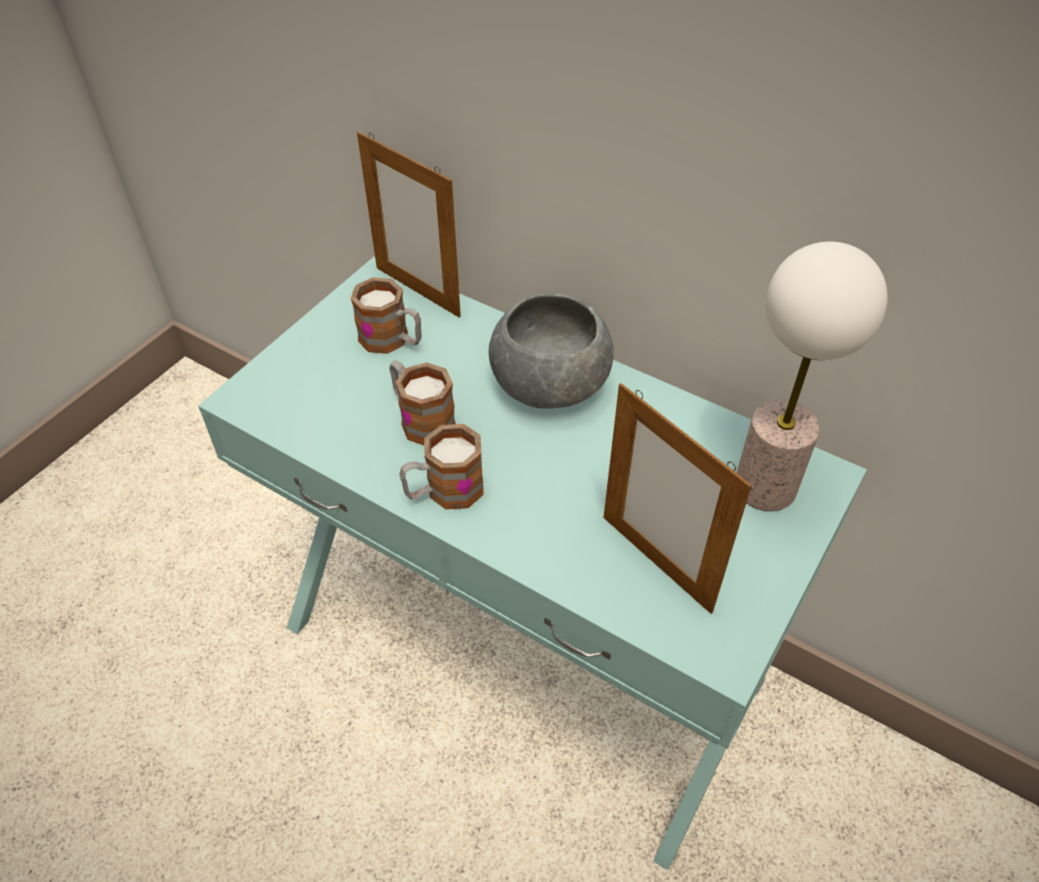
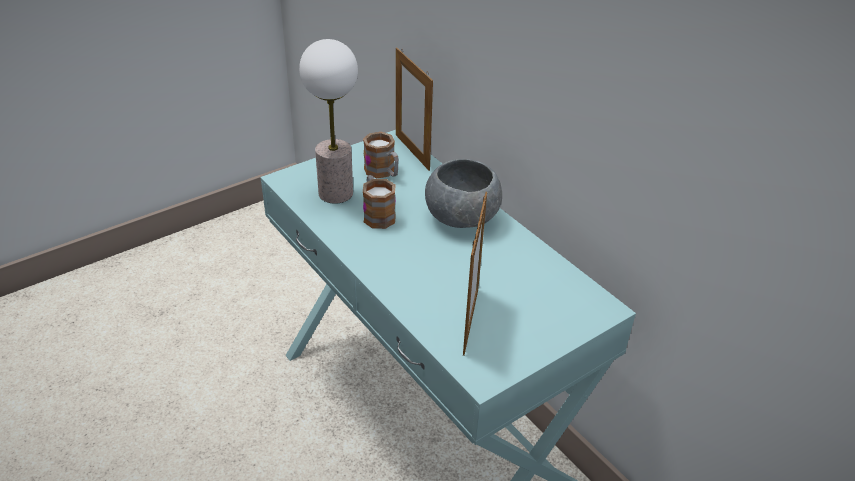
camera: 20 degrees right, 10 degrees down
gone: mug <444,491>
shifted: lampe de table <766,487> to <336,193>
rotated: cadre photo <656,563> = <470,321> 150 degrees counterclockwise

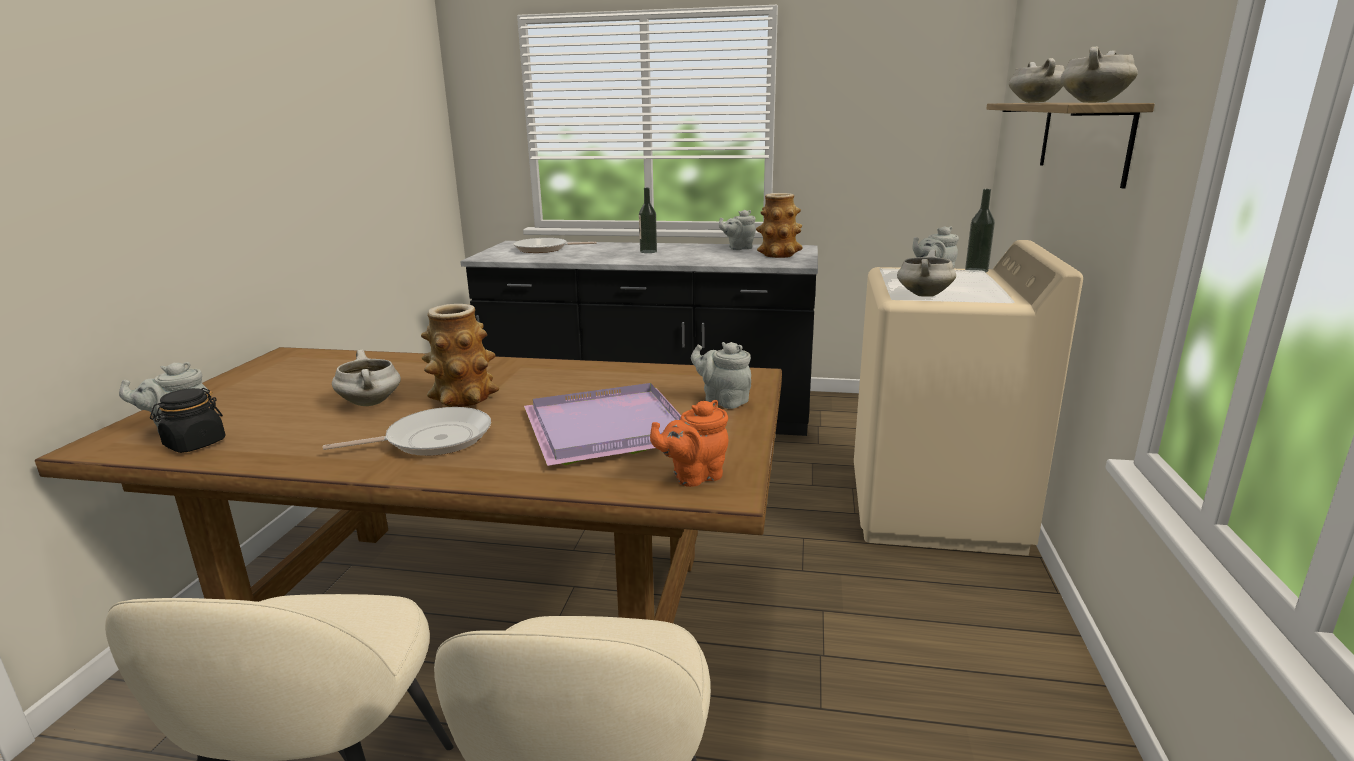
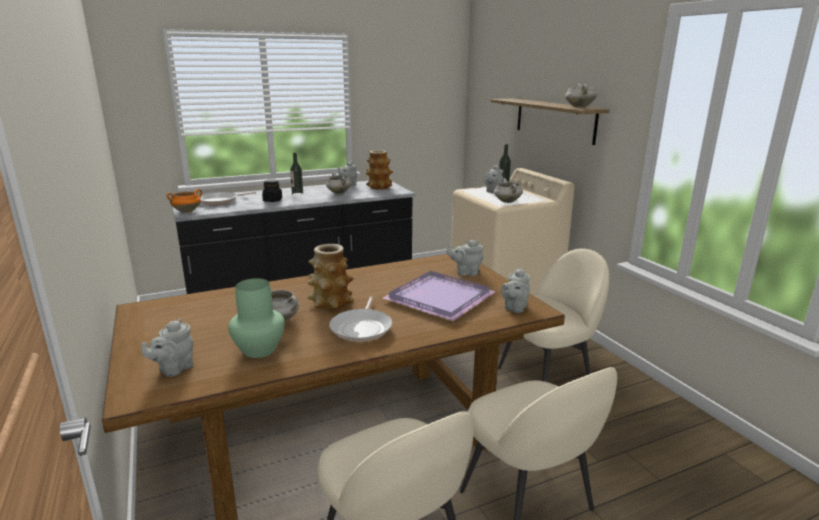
camera: 35 degrees left, 0 degrees up
new: marmite [orange] <187,211>; vase [vert] <258,350>; chaise [beige] <546,379>
shifted: bocal [noir] <195,444> to <272,200>; marmite [blanc] <1033,102> to <338,193>
repainted: théière [orange] <693,476> to théière [gris] <514,308>
rotated: poêle <433,439> = <362,328> 150 degrees clockwise

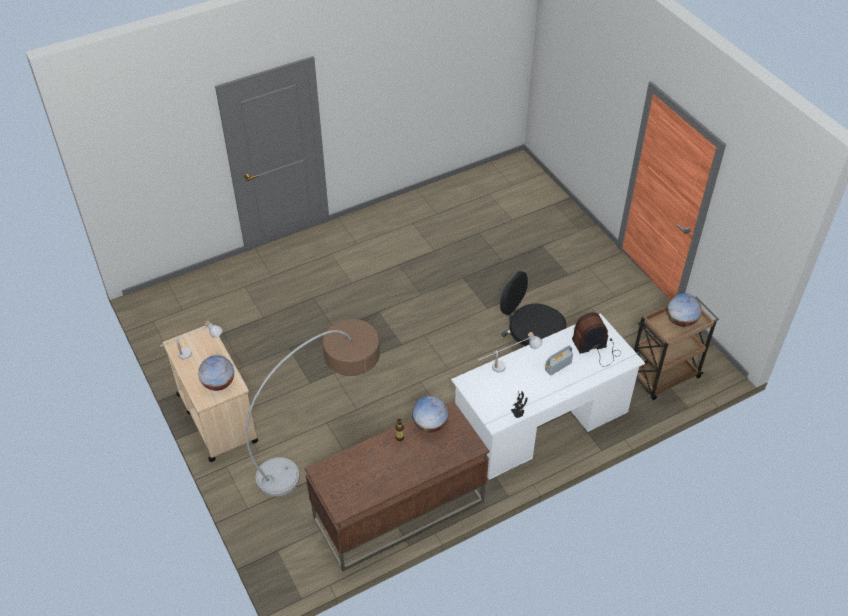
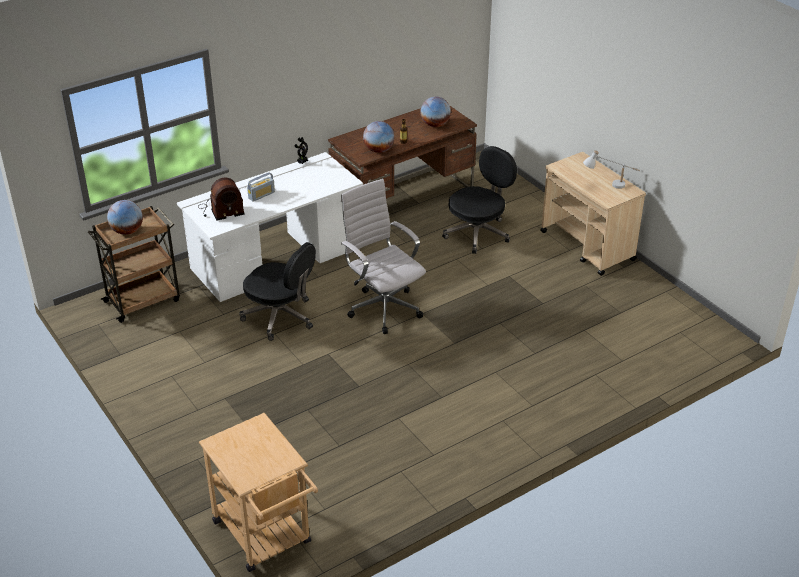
camera: 175 degrees right, 10 degrees down
gone: lampe de table [blanc] <508,365>
new: chariot [beige] <266,537>; chaise de bureau [blanc] <383,307>
shifted: globe <219,384> to <435,125>
swapped: lampadaire <325,445> to chaise de bureau [noir] <478,233>

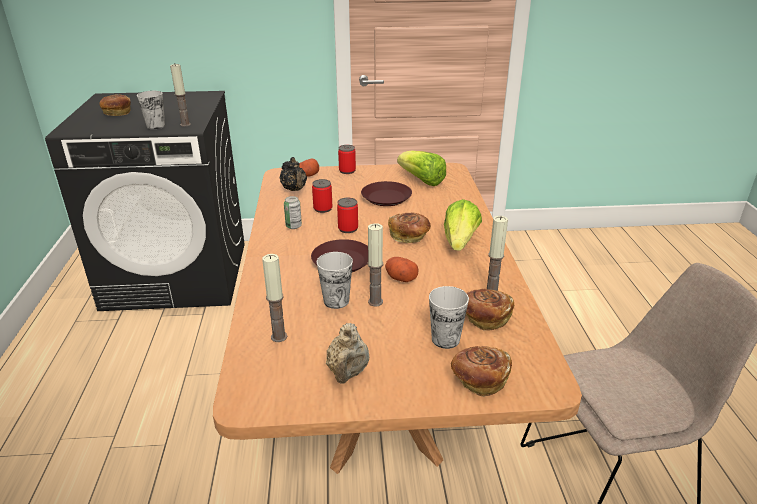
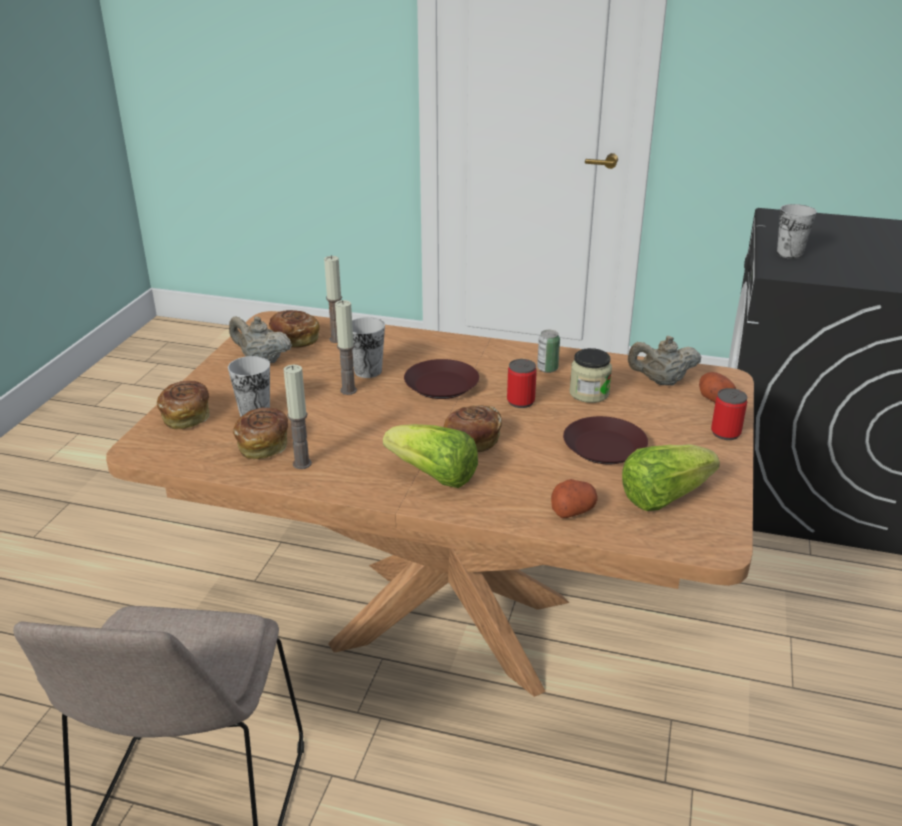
camera: 110 degrees right, 0 degrees up
gone: bougie <185,124>
shifted: pain <117,113> to <295,339>; pomme de terre <400,277> to <572,510>
swapped: boîte métallique <323,209> to bocal <589,393>
repainted: théière [noir] <294,189> to théière [beige] <661,382>

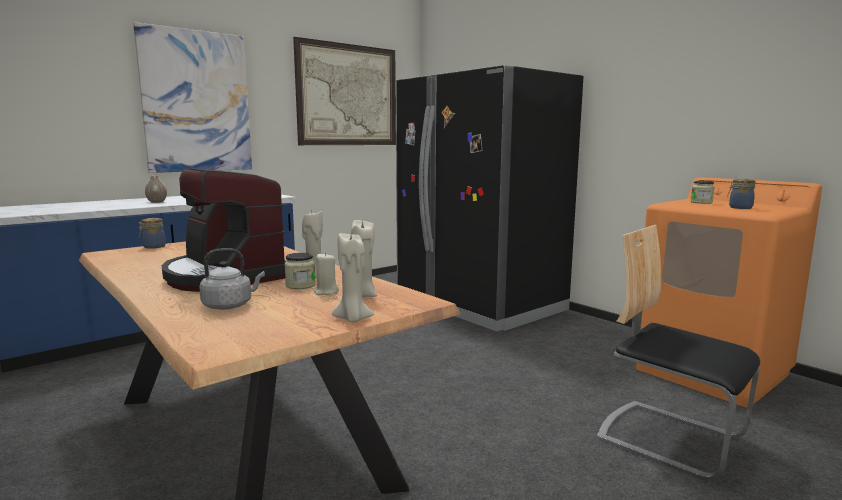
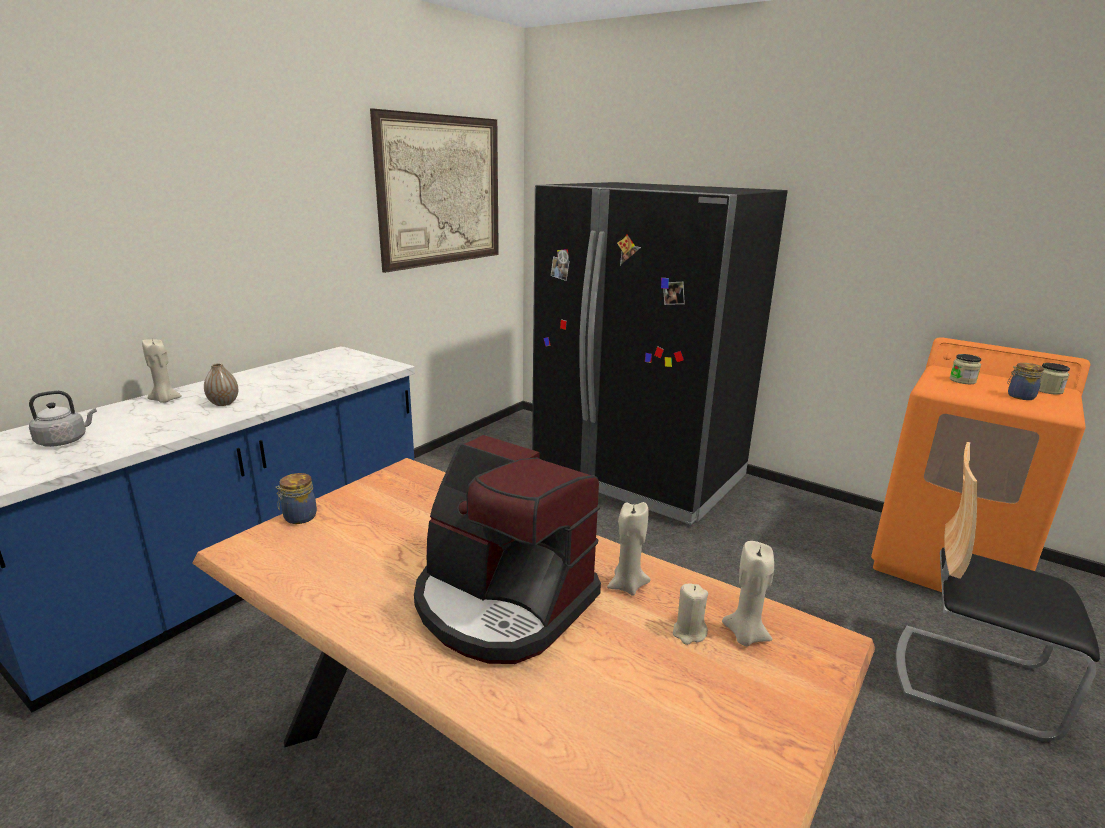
camera: 15 degrees left, 10 degrees up
gone: tableau <196,102>
shifted: bouilloire [gris] <230,305> to <65,441>; bougie [beige] <353,319> to <165,400>; bocal <300,285> to <1048,390>

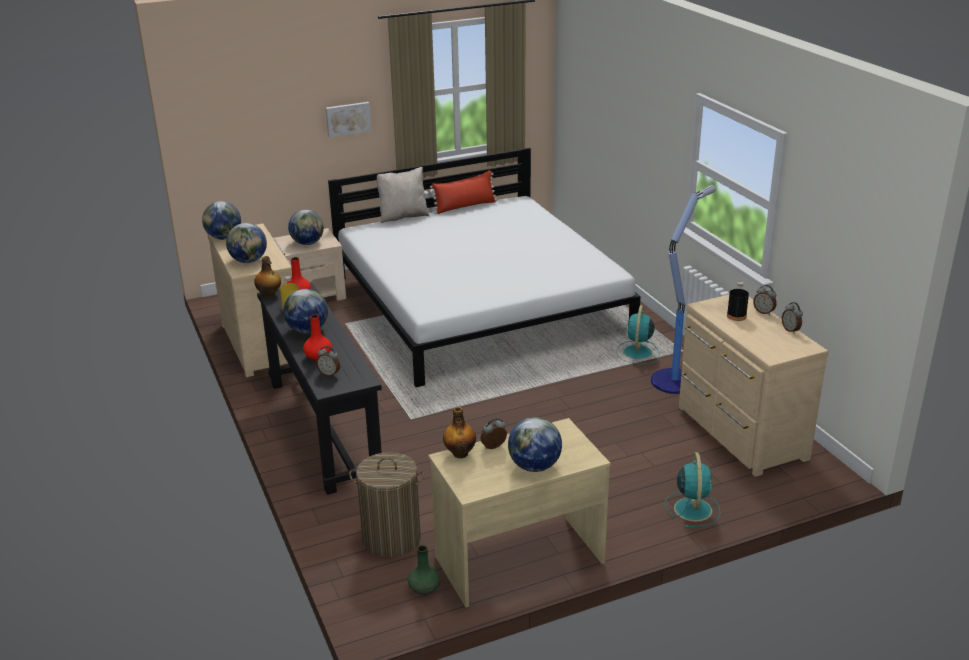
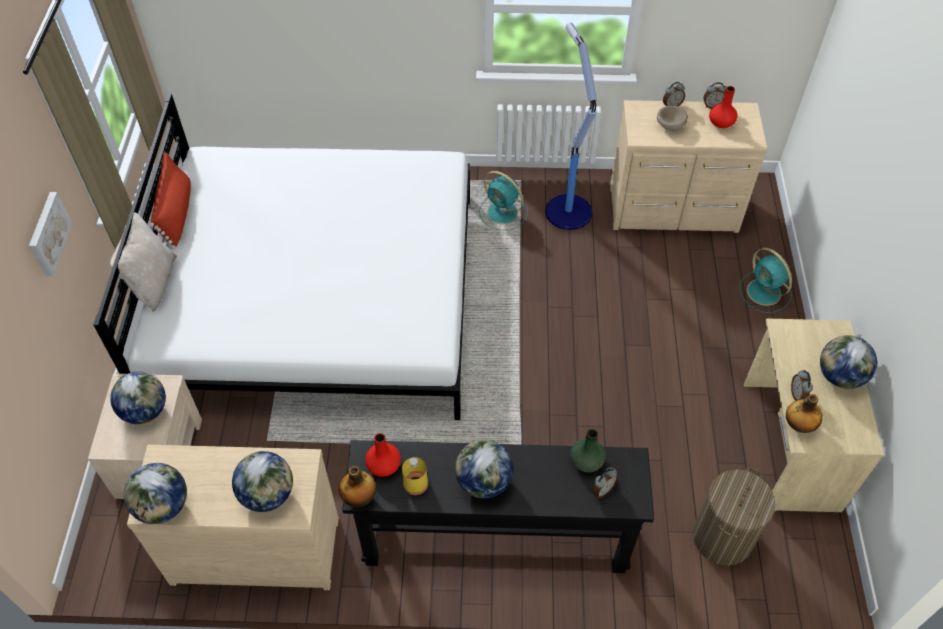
camera: 65 degrees left, 25 degrees up
shifted: vase [vert] <424,589> to <587,461>; vase [rouge] <318,357> to <721,123>
swapped: bouteille [noir] <736,316> to bol [beige] <669,126>
rotated: ventilateur [turquoise] <692,508> = <765,293> 150 degrees counterclockwise

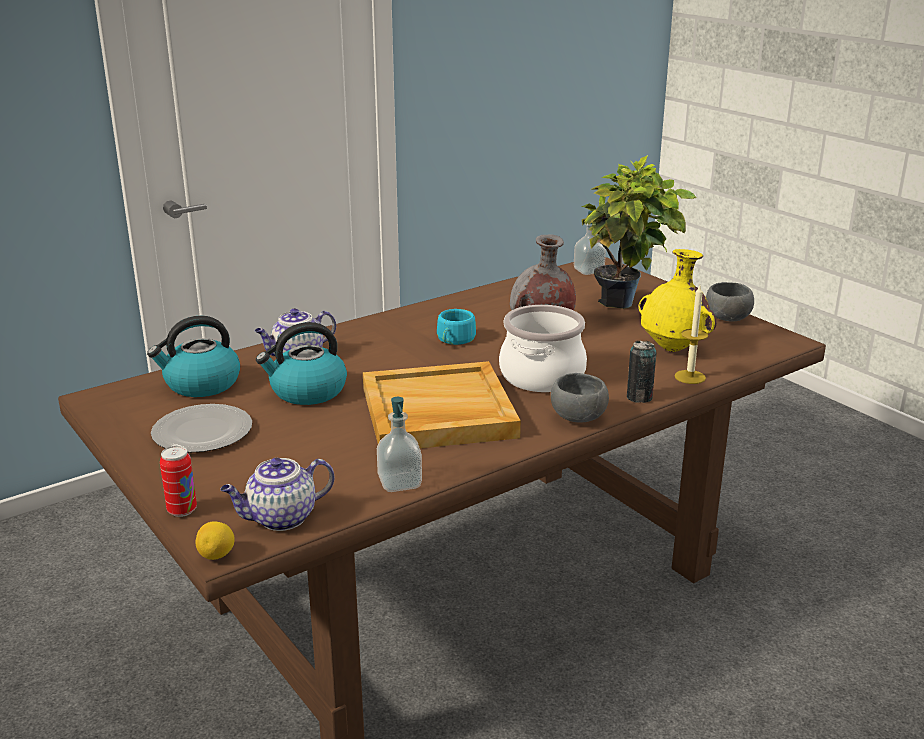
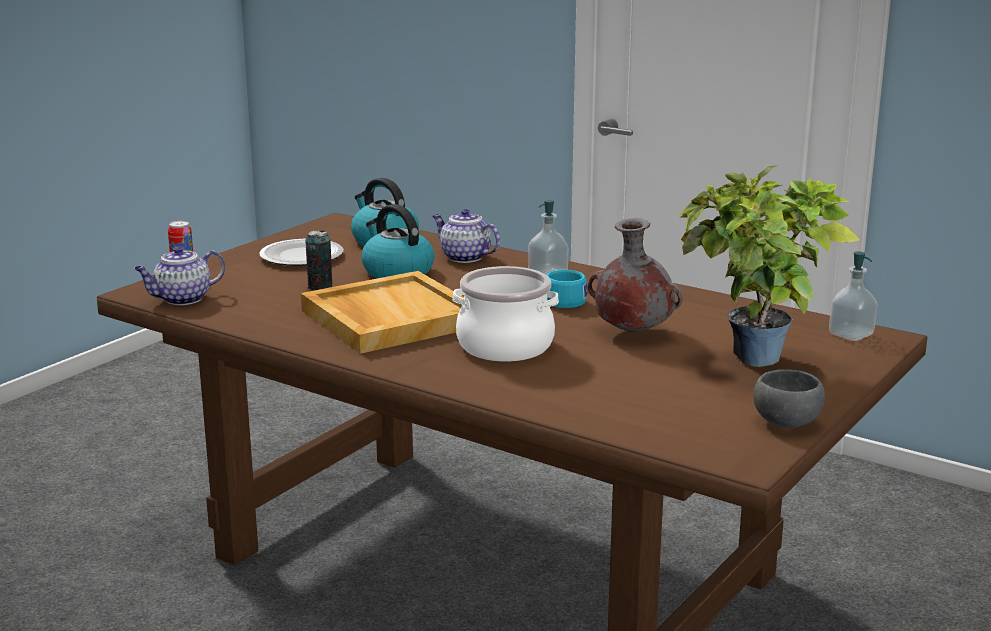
camera: 70 degrees right, 5 degrees down
gone: citron <217,556>; bol [gris] <577,418>; vase [jaune] <674,349>; bougie <690,377>
shifted: boîte métallique <639,397> to <320,287>; distributeur de savon <399,483> to <548,274>
rotated: théière <280,518> = <182,299> 75 degrees counterclockwise

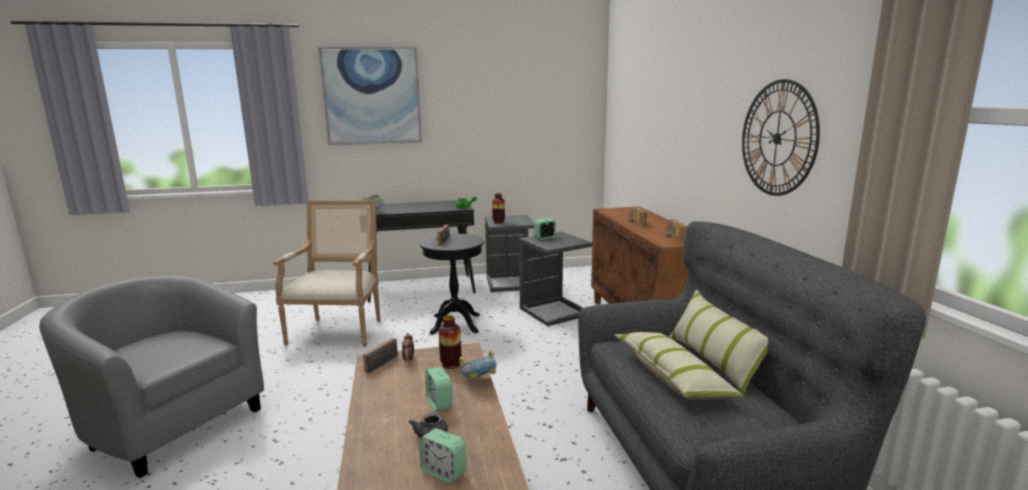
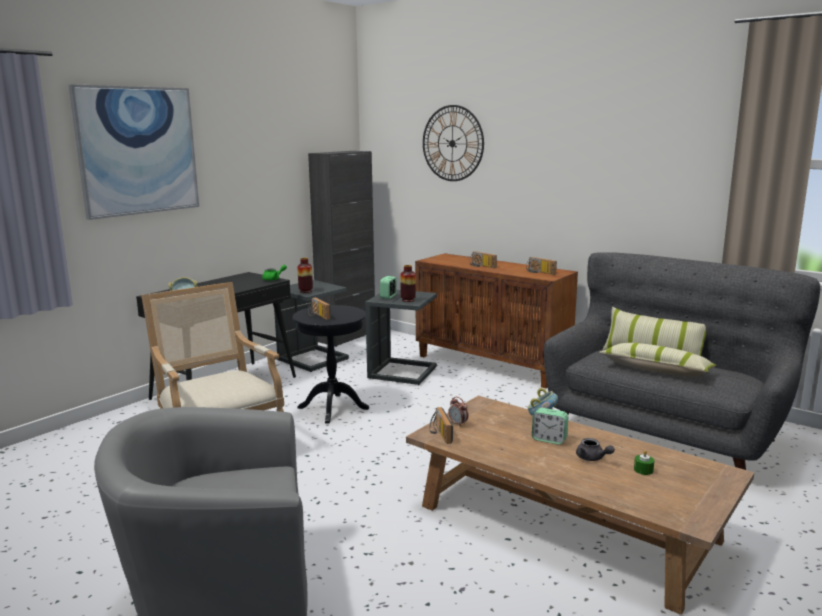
camera: 40 degrees left, 0 degrees up
new: meuble de rangement [noir] <346,337>
shifted: vase <451,364> to <408,300>; horloge murale <777,138> to <452,143>
swapped: réveil <444,472> to bougie [vert] <643,470>

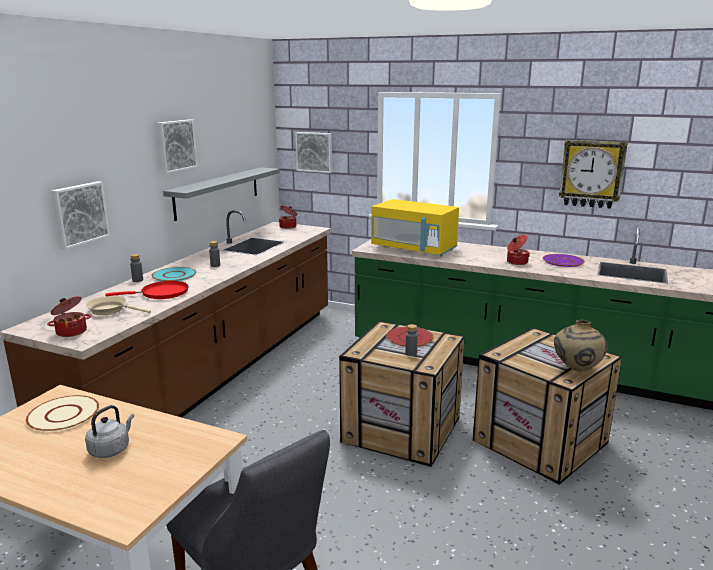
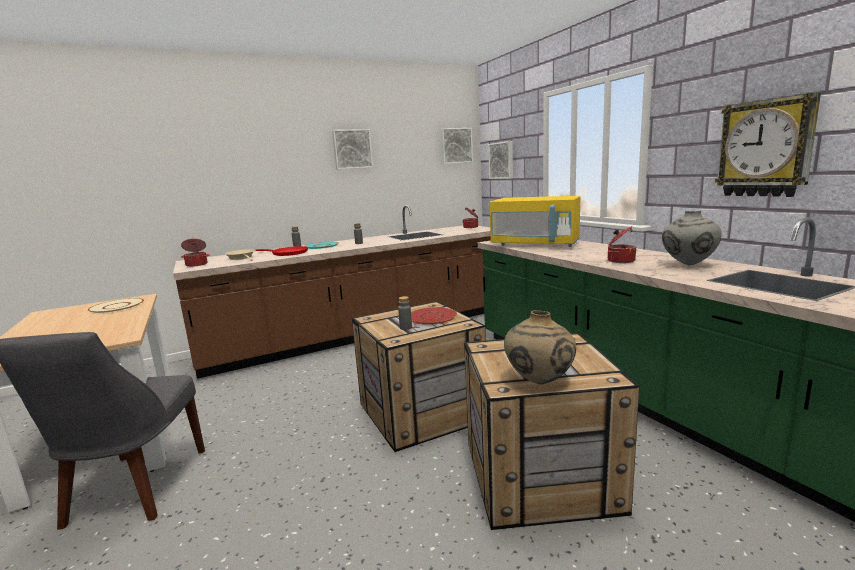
camera: 40 degrees right, 5 degrees down
gone: bouilloire [gris] <111,449>; étagère [gris] <218,192>
shifted: tableau <79,214> to <456,146>
swapped: assiette [violet] <563,261> to vase [gris] <688,265>
rotated: micro-ondes [jaune] <414,249> = <535,244> 45 degrees counterclockwise

